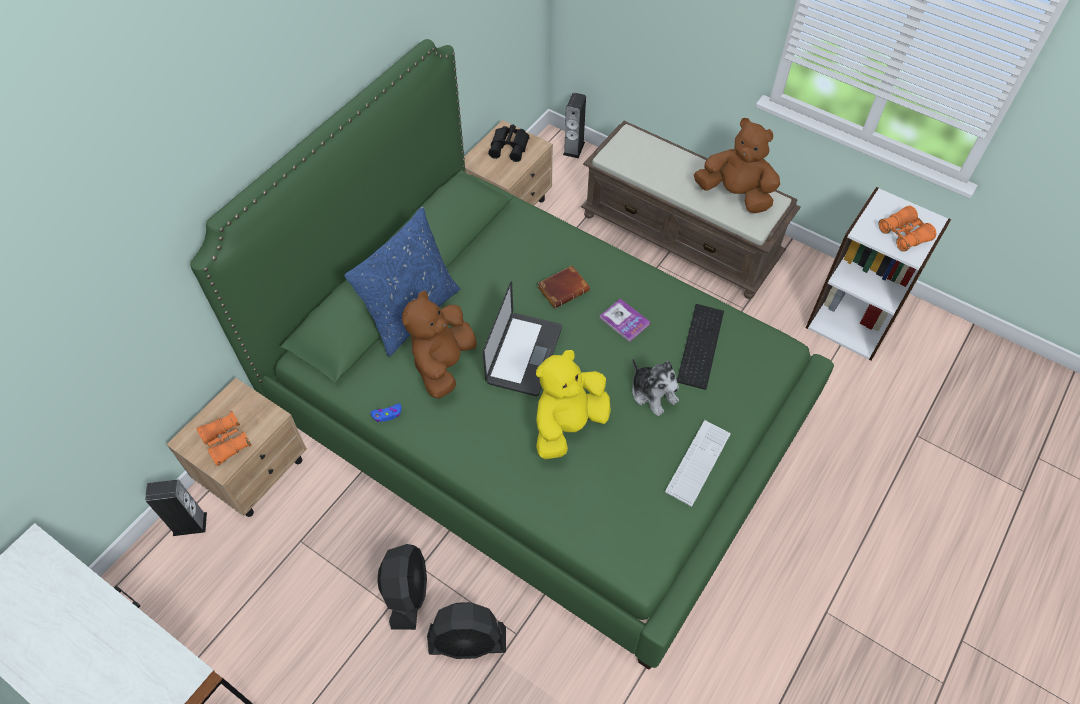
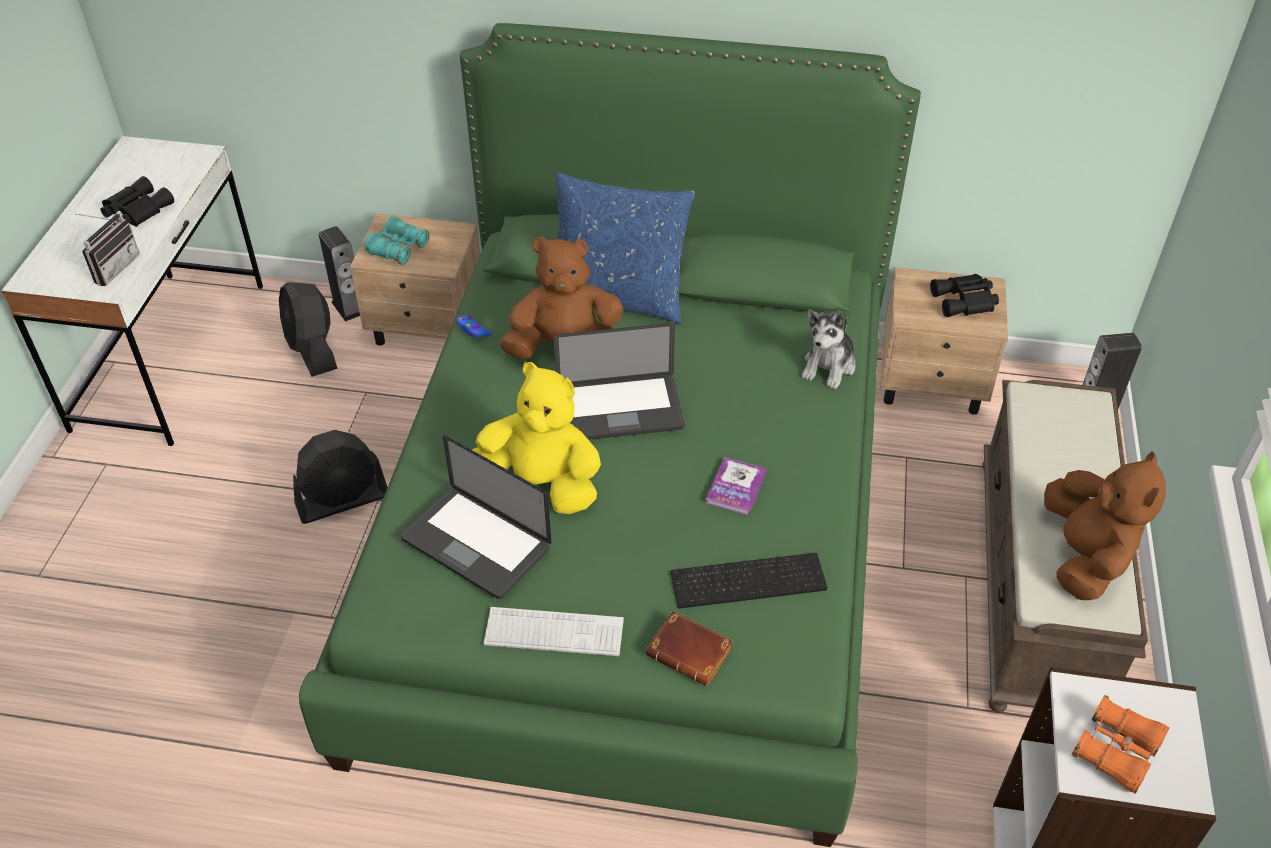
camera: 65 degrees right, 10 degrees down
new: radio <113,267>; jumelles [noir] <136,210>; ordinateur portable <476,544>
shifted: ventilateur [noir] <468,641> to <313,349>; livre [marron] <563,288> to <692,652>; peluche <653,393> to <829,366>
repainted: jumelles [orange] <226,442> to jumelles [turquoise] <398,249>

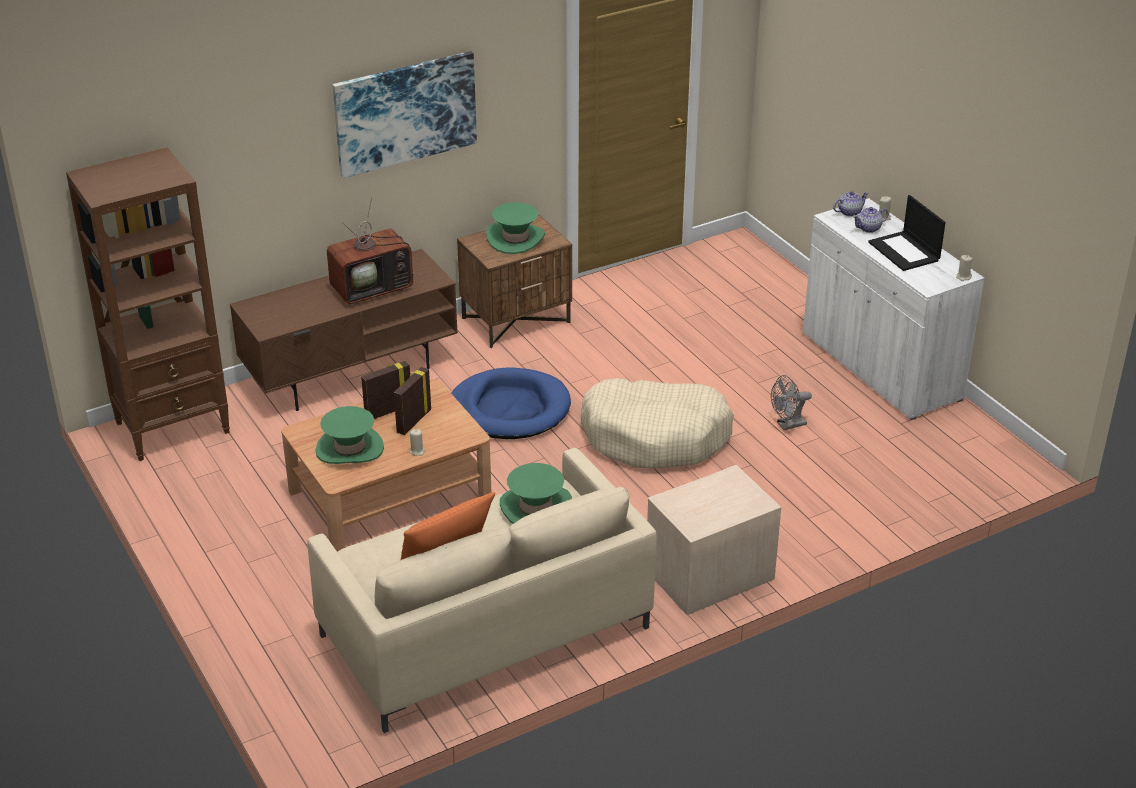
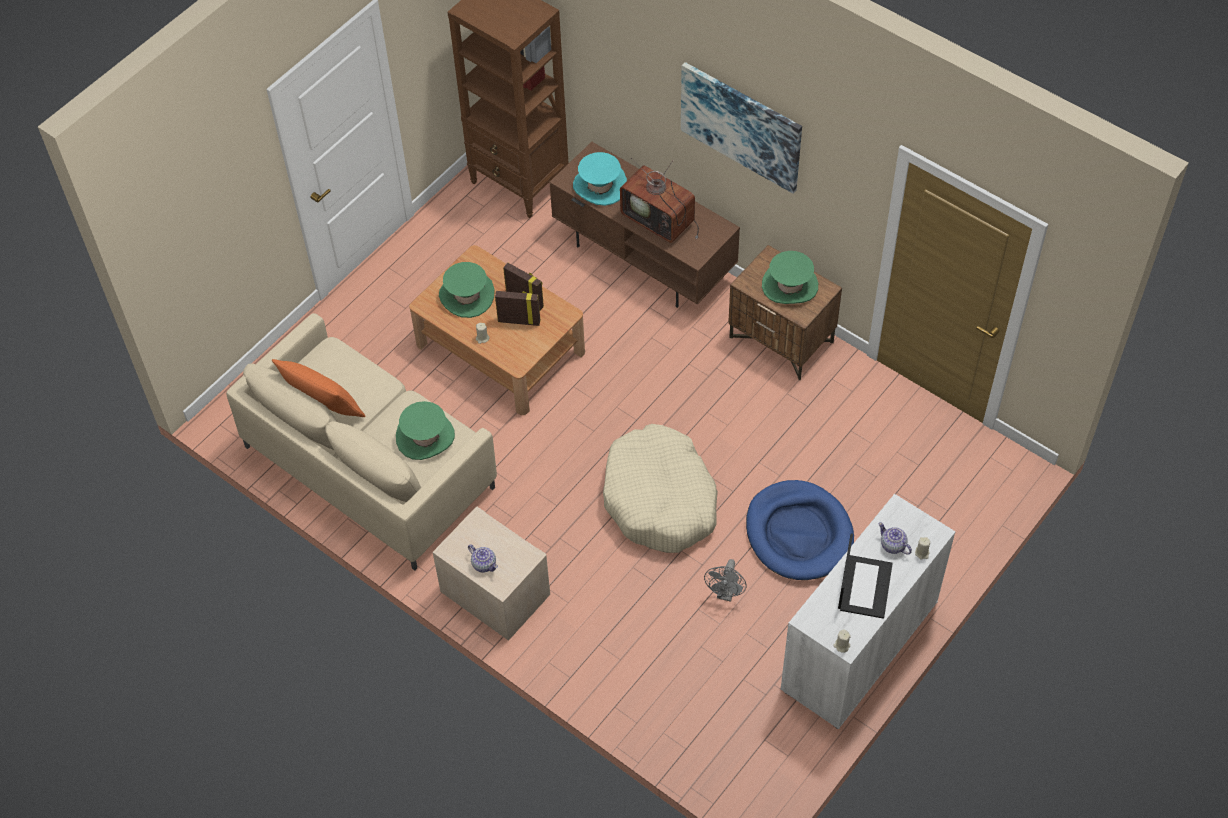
camera: 70 degrees right, 20 degrees up
new: chapeau [turquoise] <600,186>
shifted: théière <849,212> to <484,564>; panier pour chien [bleu] <509,409> to <798,533>
rotated: ventilateur [gris] <787,425> = <726,593> 120 degrees counterclockwise; ordinateur portable <905,251> = <864,586> 150 degrees clockwise

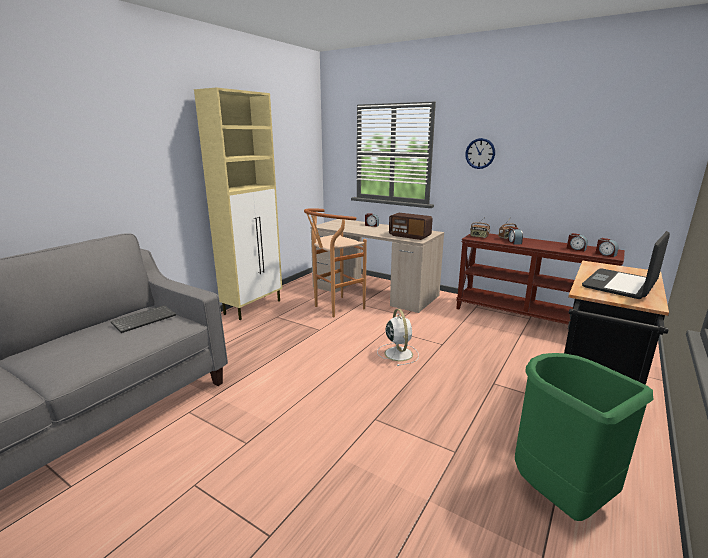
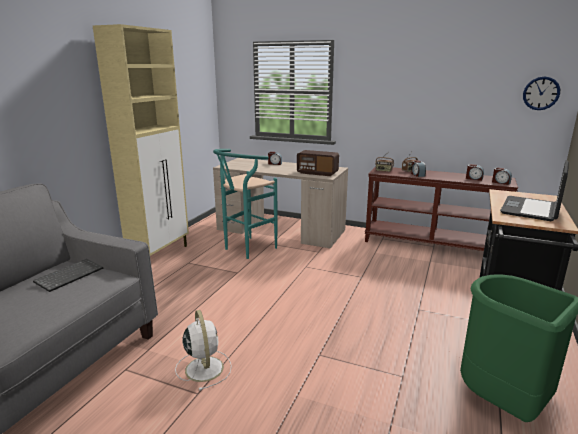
camera: 10 degrees left, 0 degrees up
shifted: ventilateur [blanc] <398,353> to <204,367>; horloge murale <480,153> to <541,93>
repainted: tabouret [marron] <335,308> to tabouret [turquoise] <246,249>

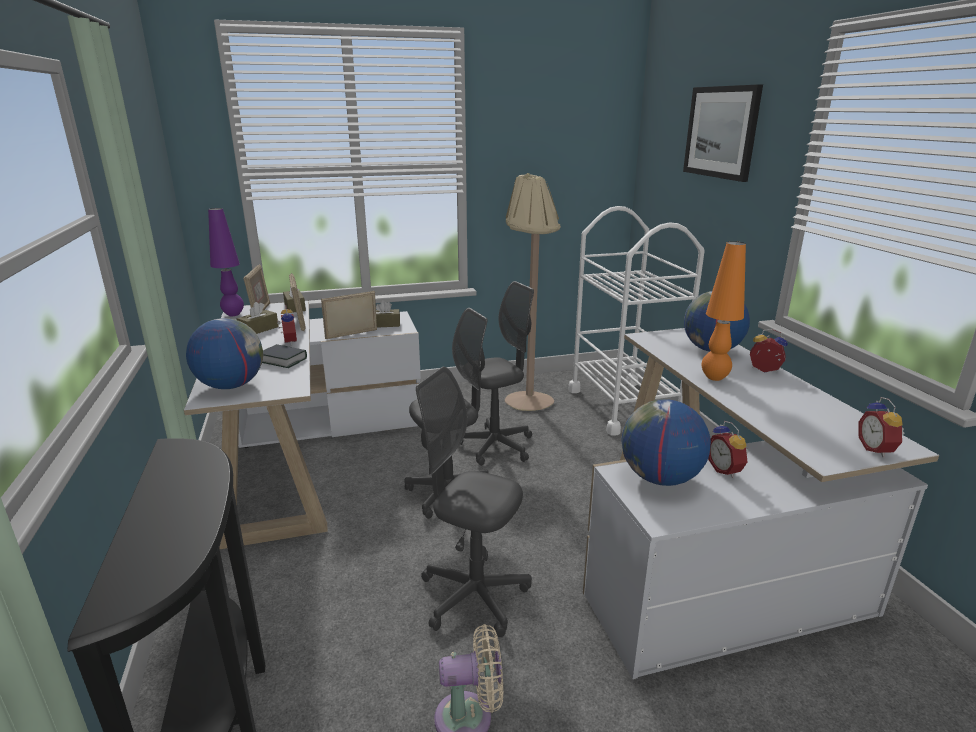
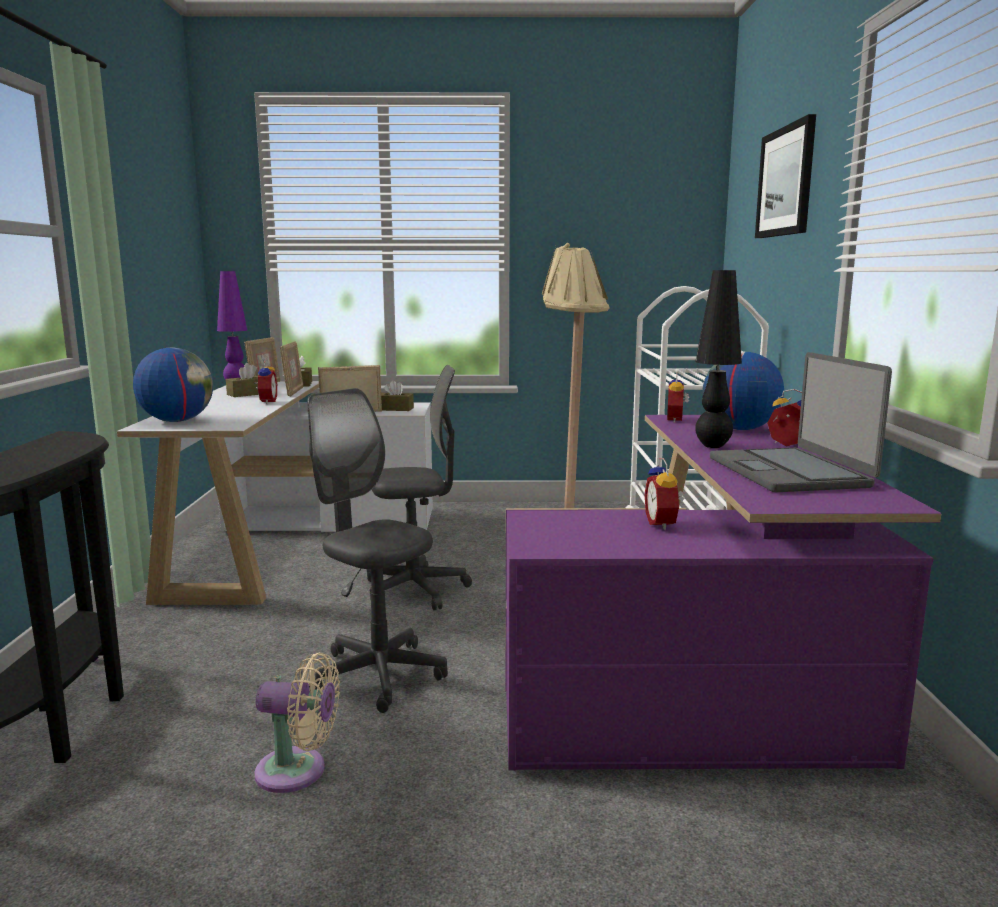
camera: 15 degrees right, 10 degrees down
gone: livre <283,360>; chaise de bureau [gris] <496,446>; globe <660,478>
new: ordinateur portable <789,472>
shifted: réveil <877,450> to <677,420>
repainted: bureau [blanc] <711,547> to bureau [violet] <706,673>; lampe de table [orange] <714,378> to lampe de table [noir] <712,446>

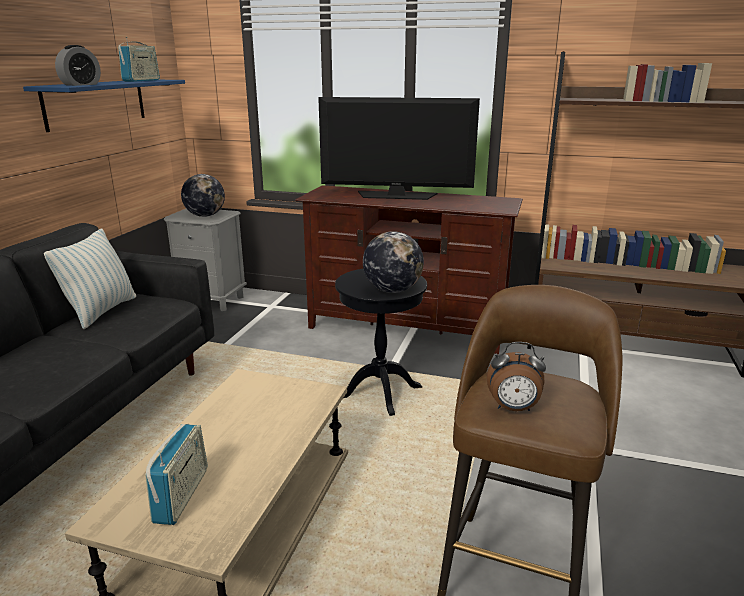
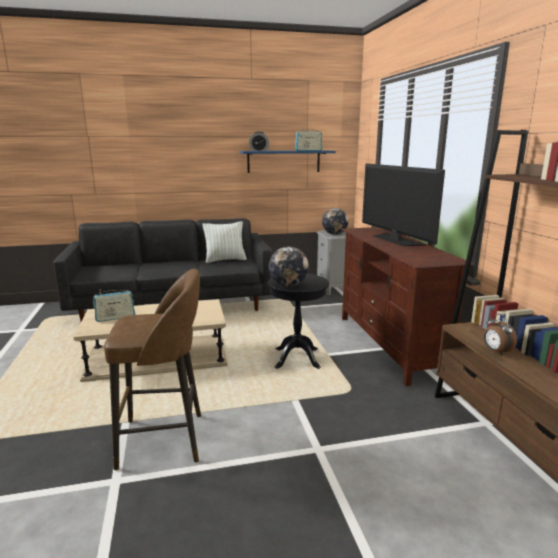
camera: 60 degrees right, 5 degrees down
shifted: réveil <513,408> to <496,351>

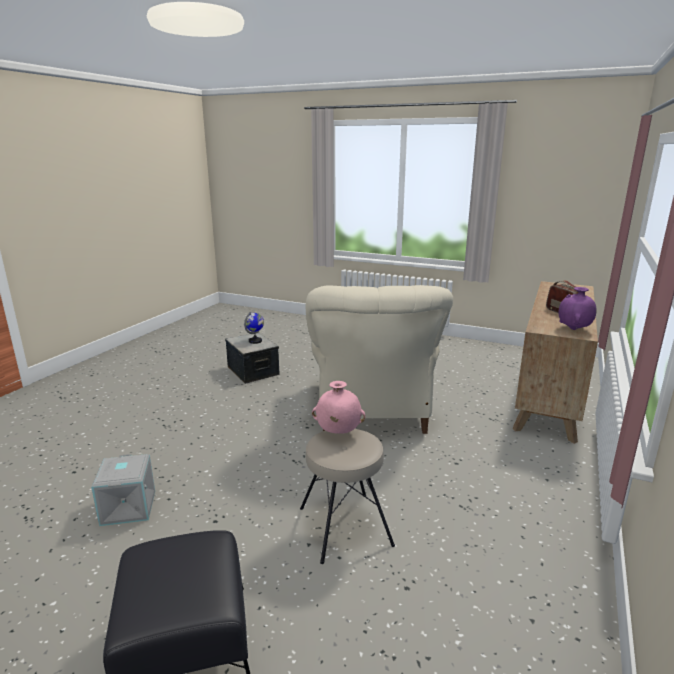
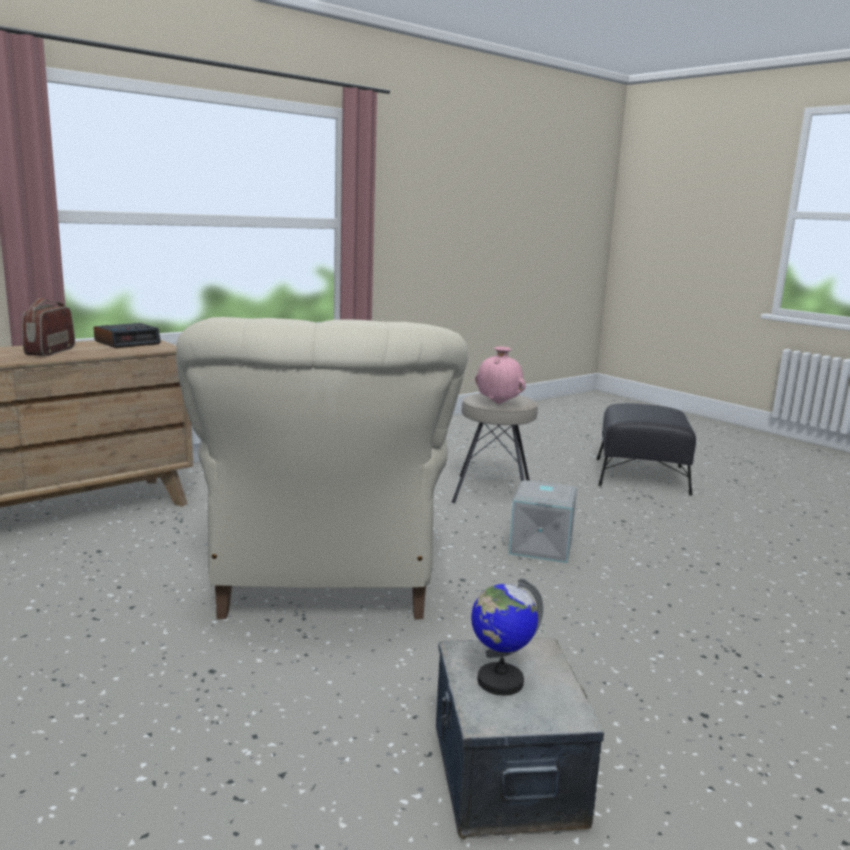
camera: 155 degrees left, 5 degrees down
shifted: boîte de rangement [gris] <129,508> to <539,546>
swapped: vase [violet] <574,329> to réveil <128,342>
rotated: fauteuil [beige] <372,410> = <326,576> 150 degrees clockwise

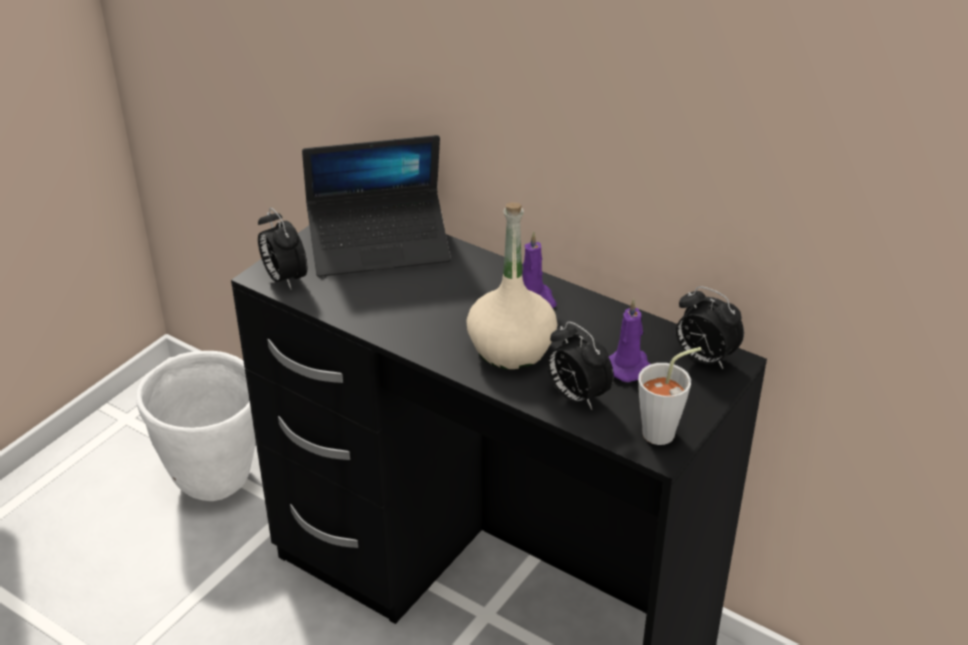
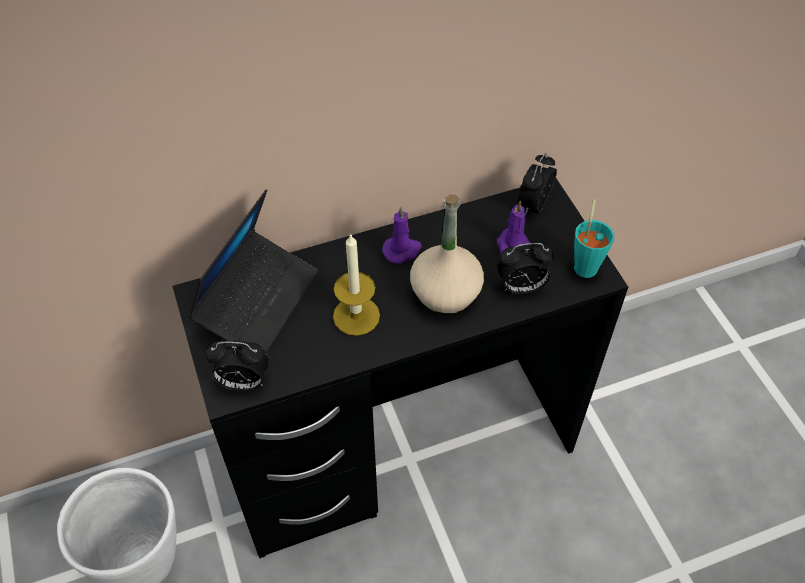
camera: 55 degrees left, 15 degrees up
new: bougie <356,316>
repainted: tasse [gris] <665,431> to tasse [turquoise] <586,264>
rotated: réveil <703,359> = <533,205> 135 degrees clockwise

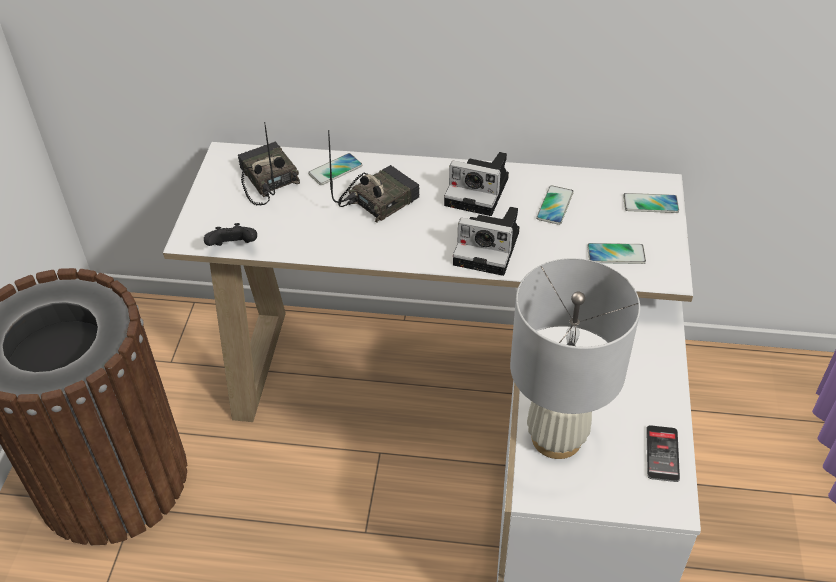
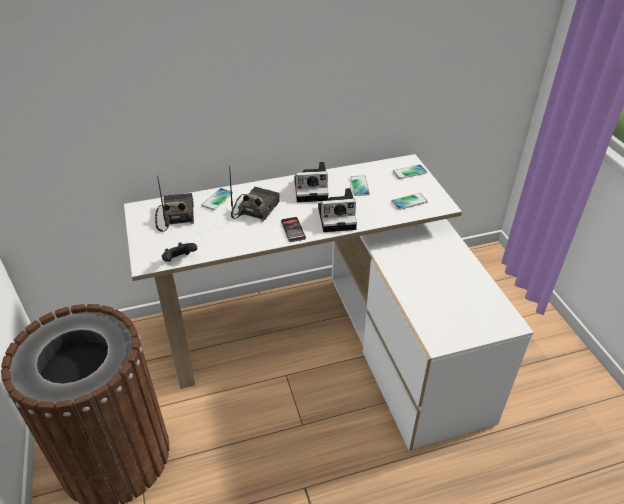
camera: 25 degrees left, 5 degrees down
gone: lampe de table [blanc] <557,438>
shifted: téléphone <662,454> to <293,230>
rotated: radio <266,180> = <176,216> 45 degrees clockwise

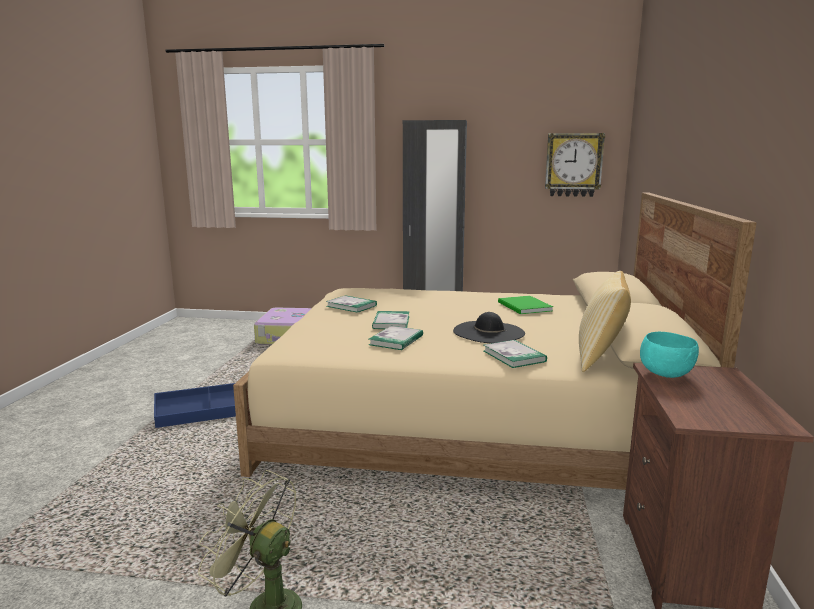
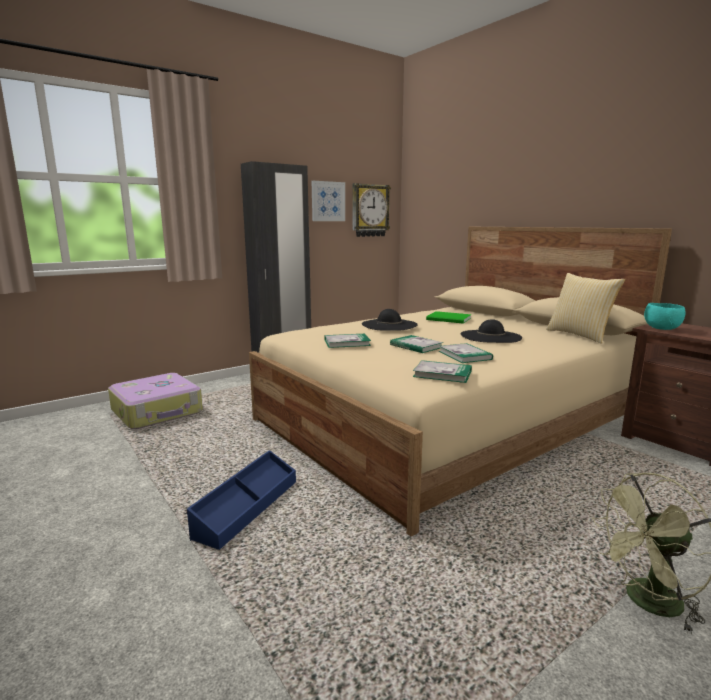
camera: 45 degrees left, 0 degrees up
new: tableau <328,201>; chapeau [noir] <389,325>
shifted: livre <514,356> to <442,374>

